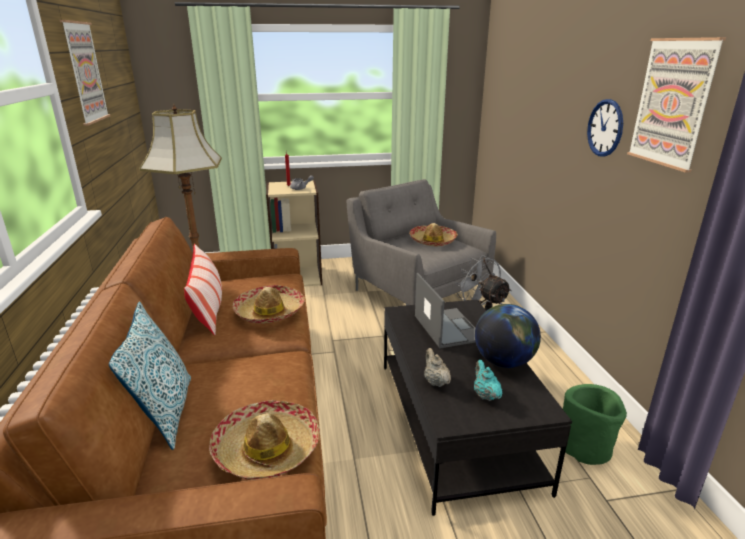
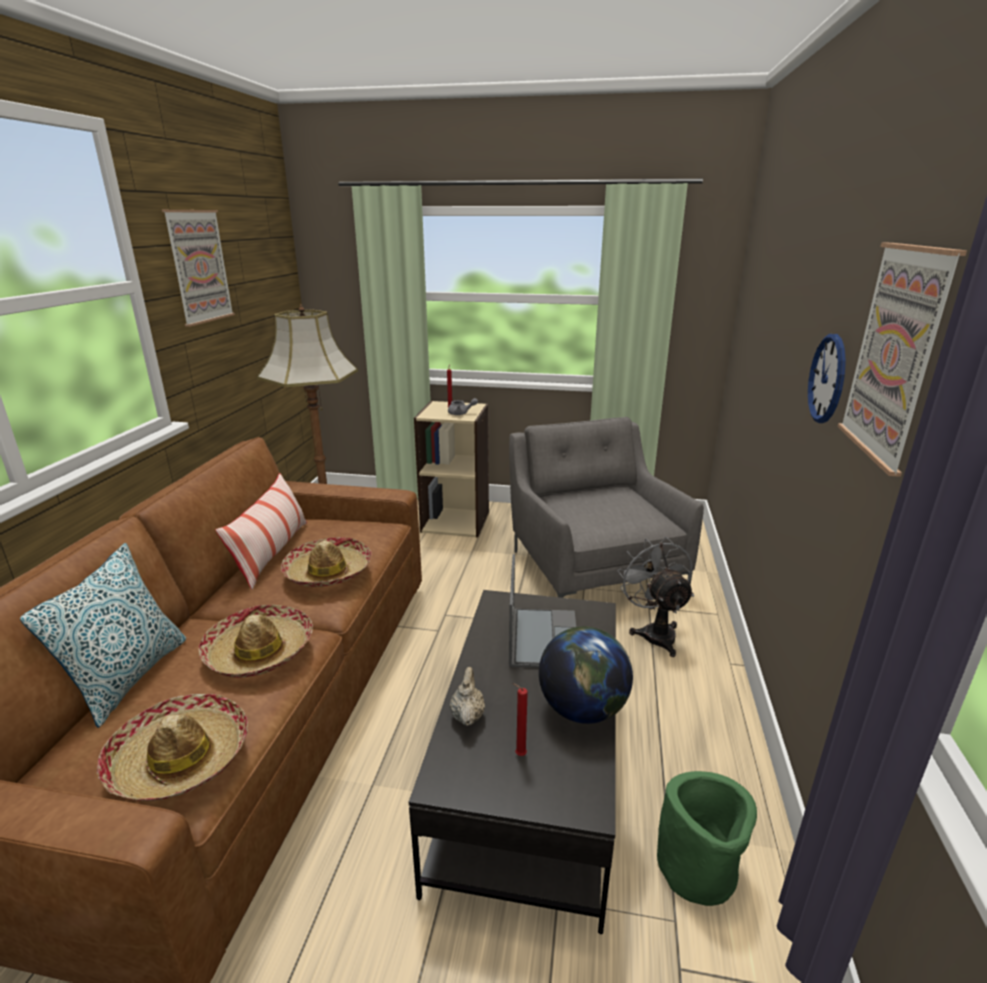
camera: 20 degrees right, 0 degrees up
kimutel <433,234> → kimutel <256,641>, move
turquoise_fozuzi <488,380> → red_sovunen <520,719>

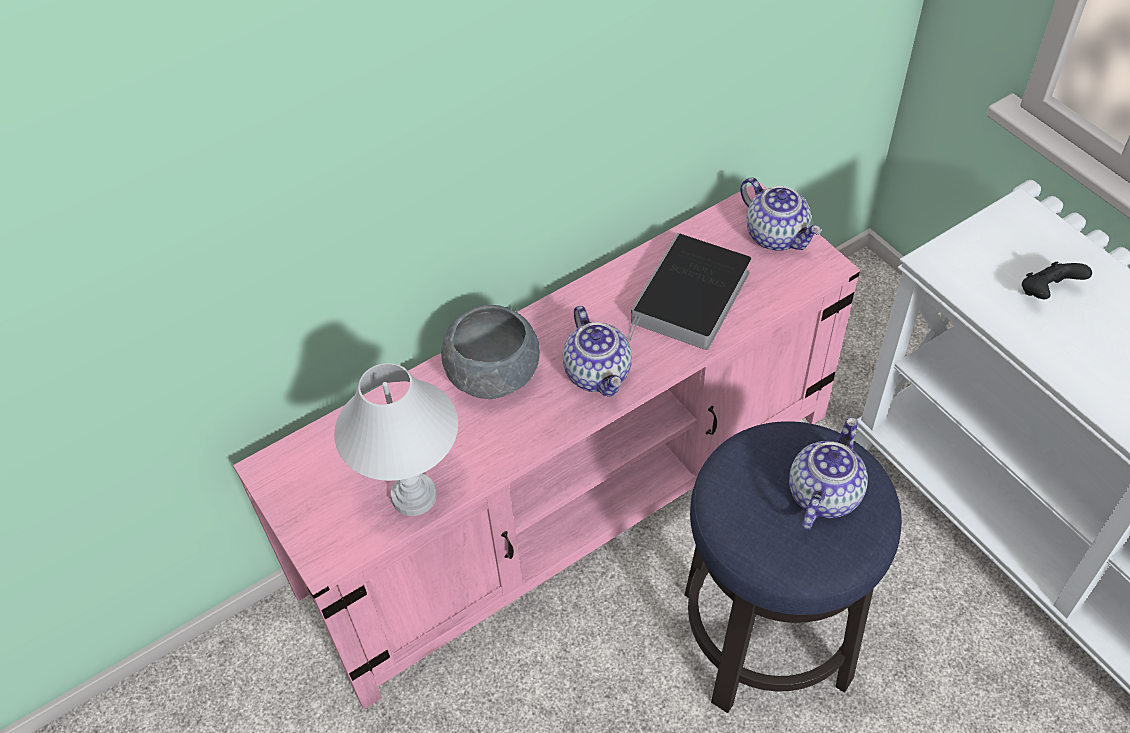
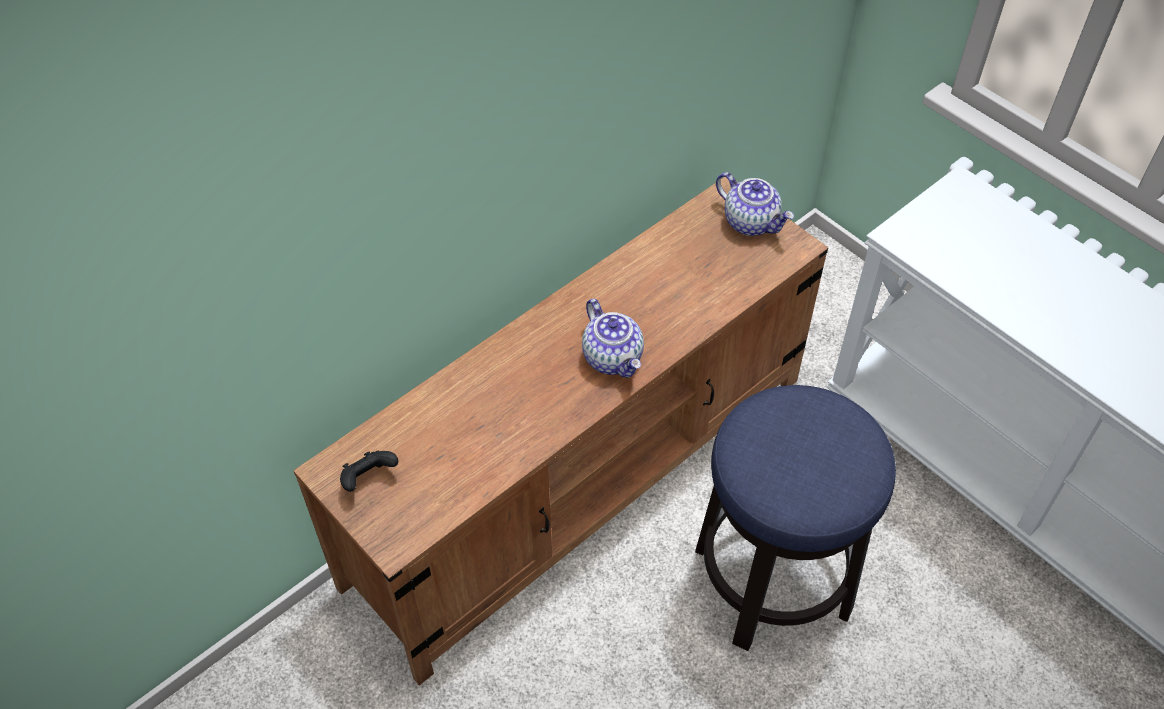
camera: 10 degrees left, 0 degrees up
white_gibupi <396,439> → -
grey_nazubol <490,352> → -
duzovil <689,291> → -
fozuzi <828,473> → -
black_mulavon <1057,280> → black_mulavon <369,471>, move
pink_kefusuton <546,445> → brown_kefusuton <561,431>

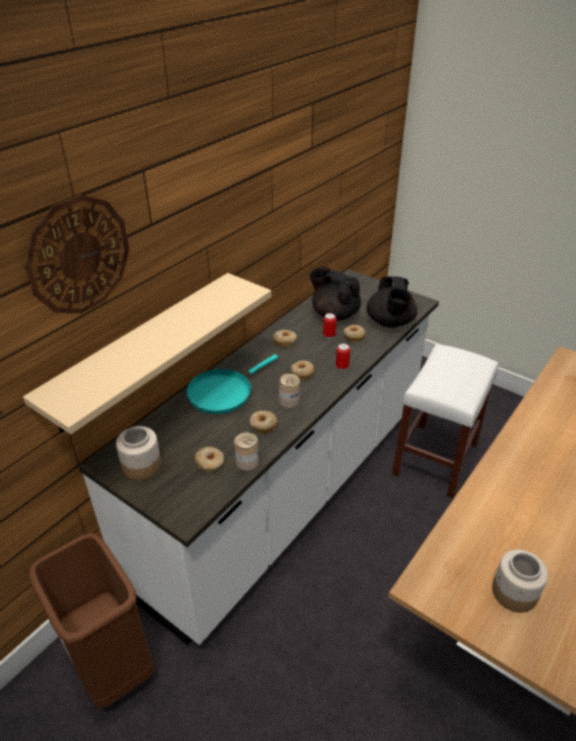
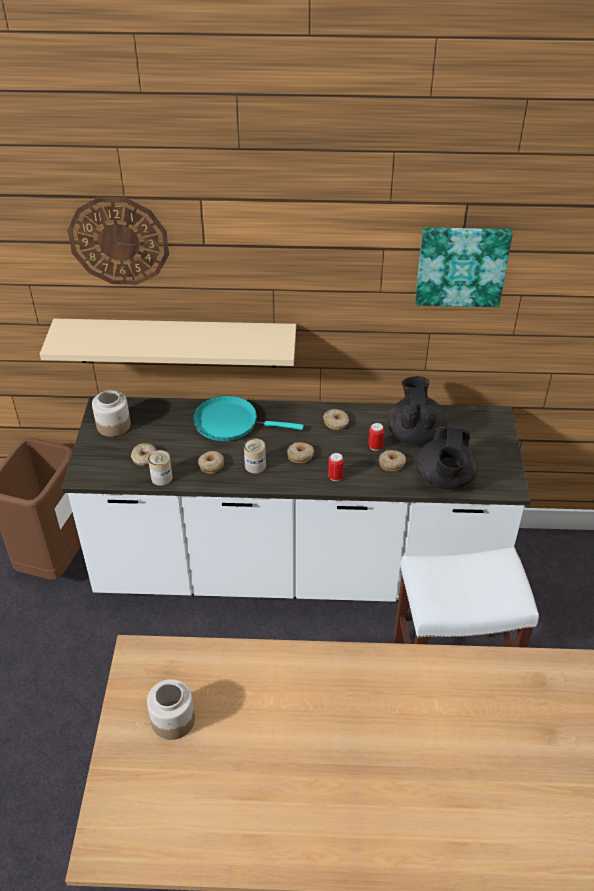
camera: 55 degrees right, 5 degrees up
- → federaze <464,267>
black_fozuzi <392,302> → black_fozuzi <446,457>, 45 degrees counterclockwise

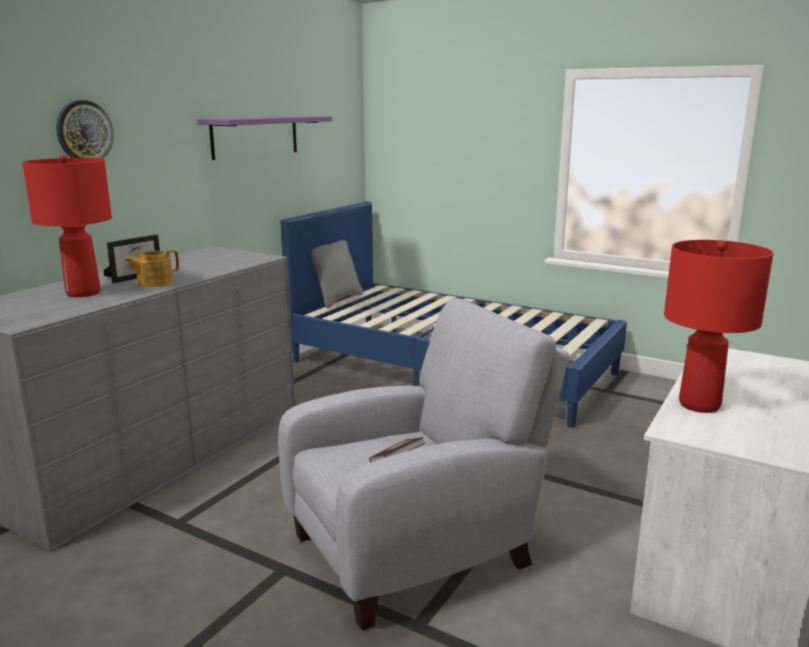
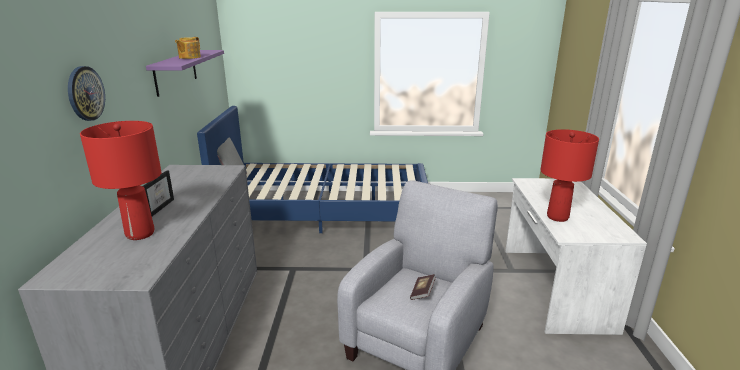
camera: 30 degrees left, 5 degrees up
fozuzi <151,268> → fozuzi <188,48>, move

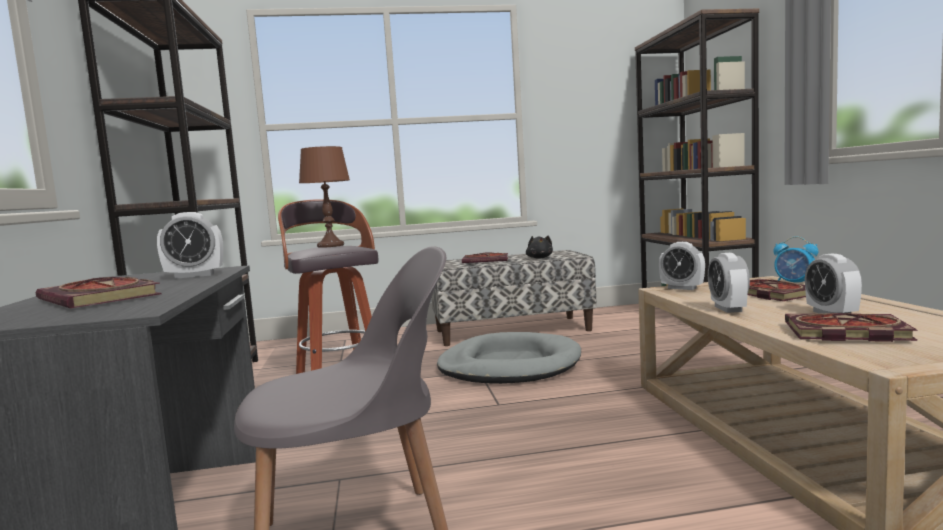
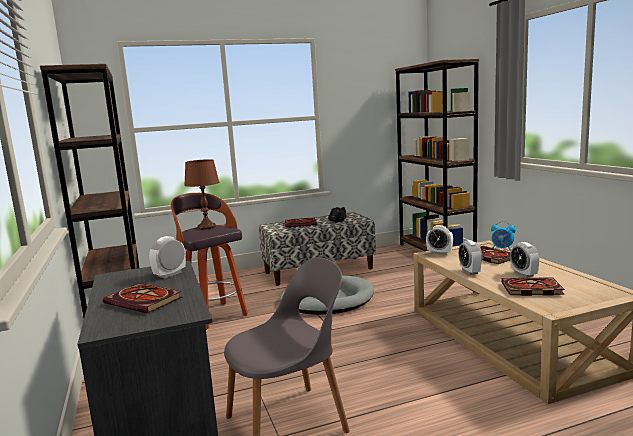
camera: 10 degrees left, 5 degrees up
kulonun <190,245> → kulonun <167,257>, 150 degrees clockwise

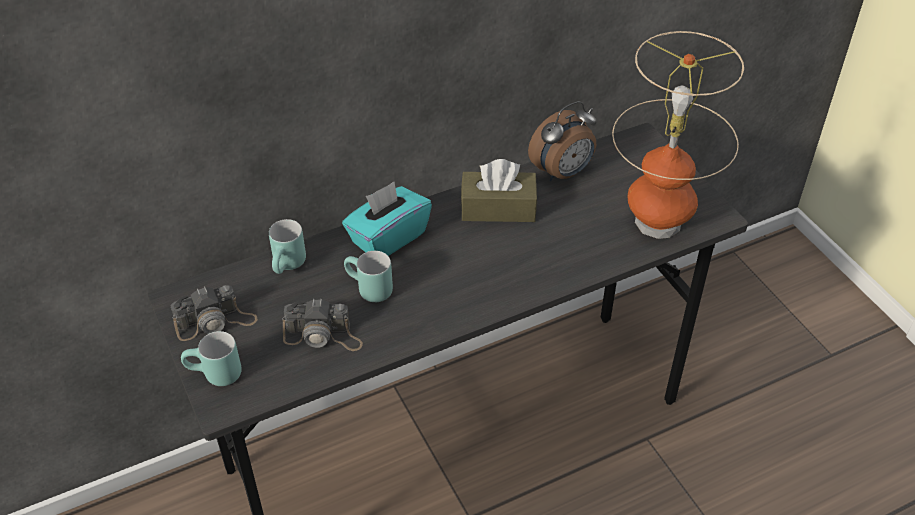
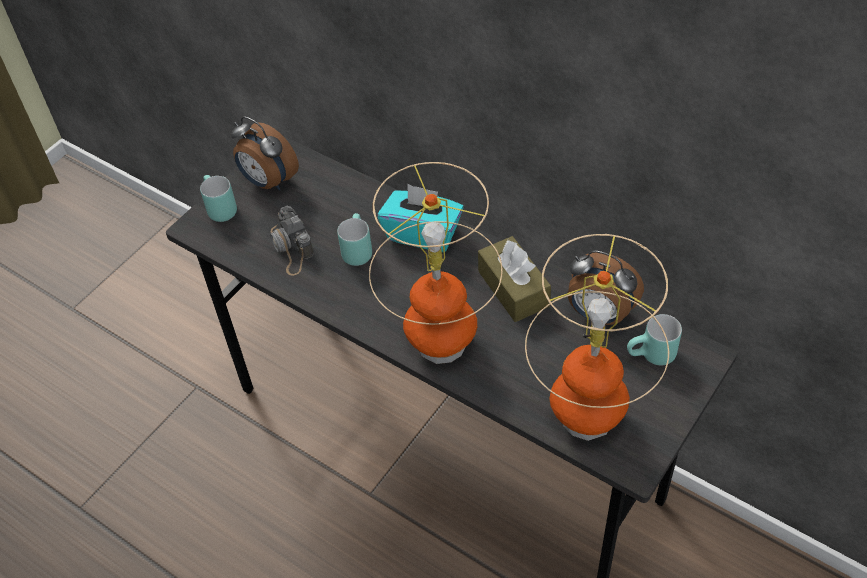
camera: 65 degrees right, 5 degrees up
- → gibupi <436,263>
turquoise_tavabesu <287,246> → turquoise_tavabesu <654,339>, move
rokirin <214,313> → kulonun <265,153>

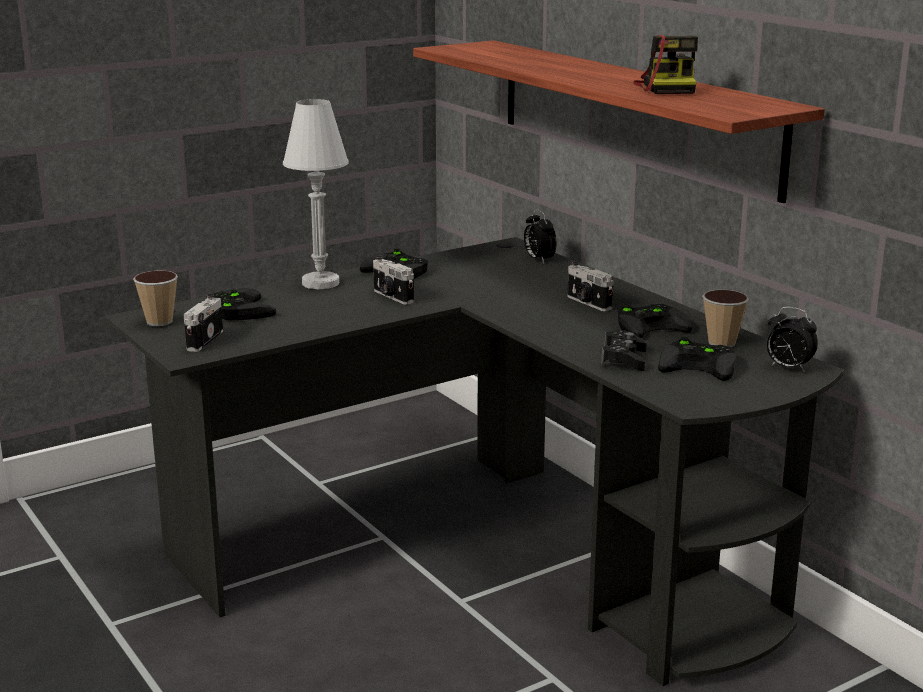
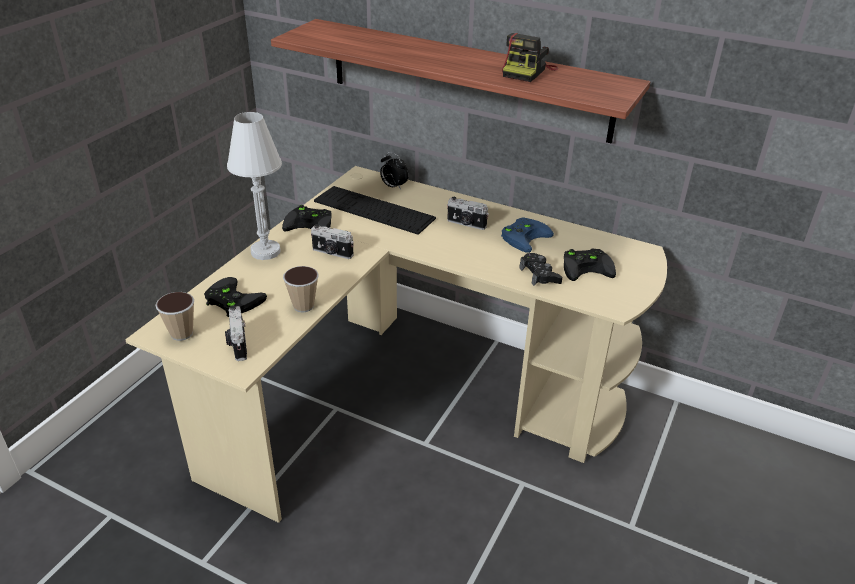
camera: 30 degrees left, 15 degrees up
kulonun <792,339> → -
- → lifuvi <375,210>
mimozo <726,318> → mimozo <301,289>, move
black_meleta <474,461> → beige_meleta <396,344>
black_mulavon <655,321> → blue_mulavon <527,235>
rokirin <665,64> → rokirin <530,57>, 60 degrees clockwise

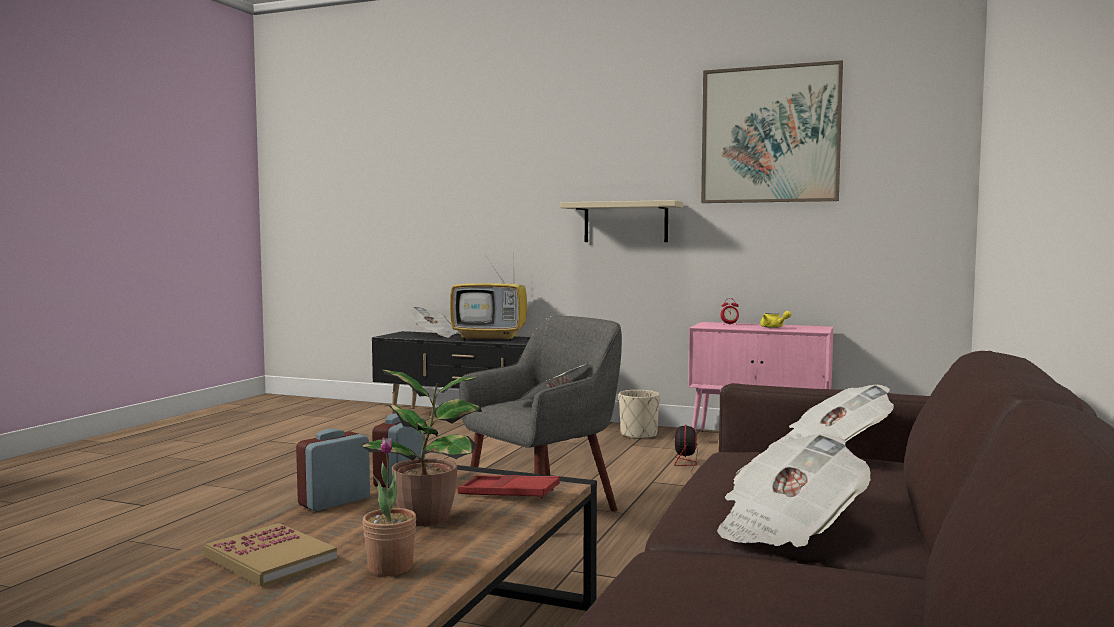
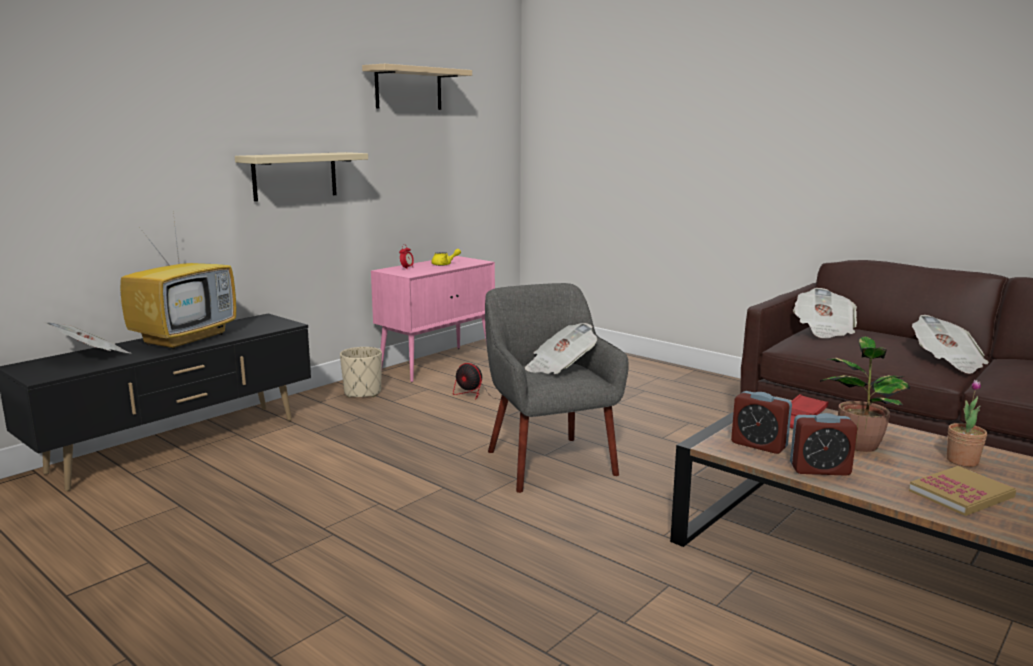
camera: 70 degrees left, 10 degrees up
federaze <772,131> → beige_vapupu <417,87>
kulonun <333,470> → kulonun <823,444>, 60 degrees counterclockwise

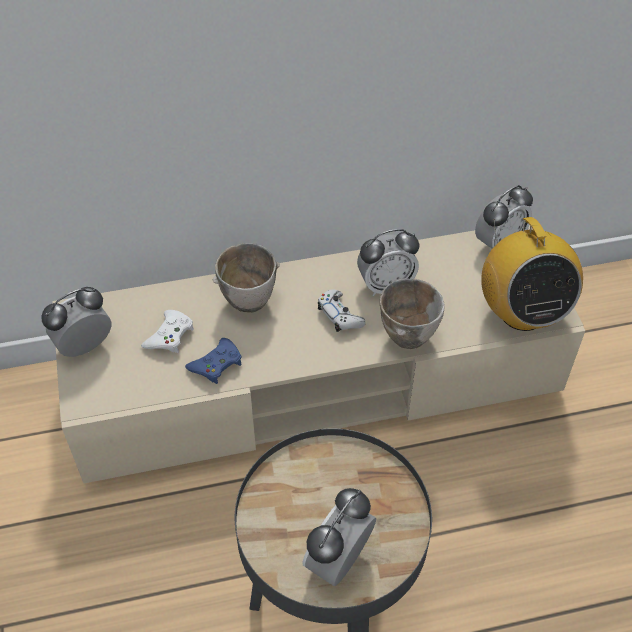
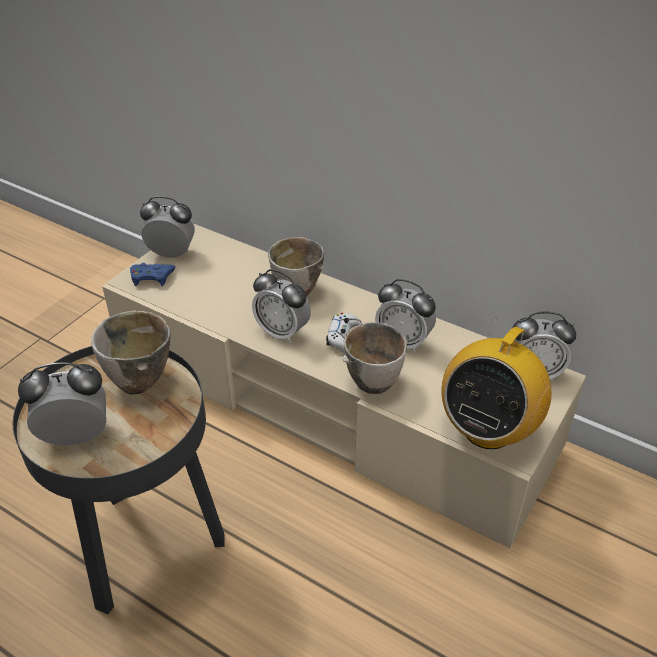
camera: 45 degrees right, 10 degrees down
white_mulavon <167,331> → -
- → nazubol <131,352>
- → kulonun <281,306>
blue_mulavon <213,361> → blue_mulavon <152,274>, move

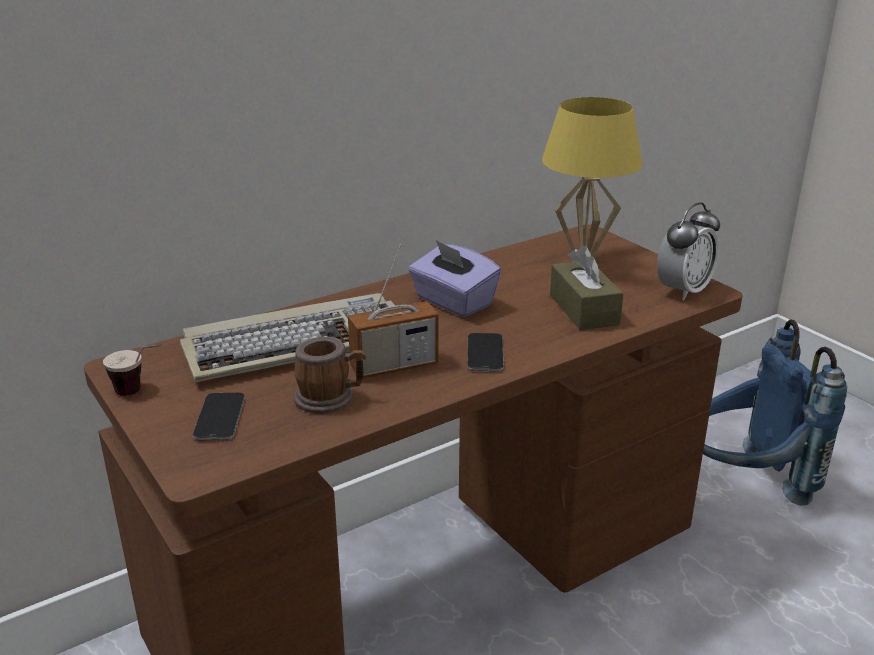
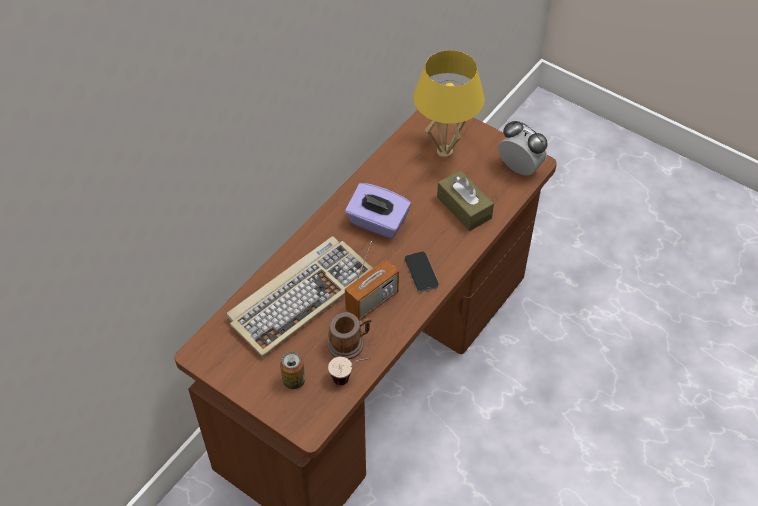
camera: 20 degrees left, 25 degrees up
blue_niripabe <775,412> → -
mimozo <132,370> → mimozo <350,371>, move
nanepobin <219,416> → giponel <292,370>
kulonun <688,251> → kulonun <523,148>, 75 degrees counterclockwise

